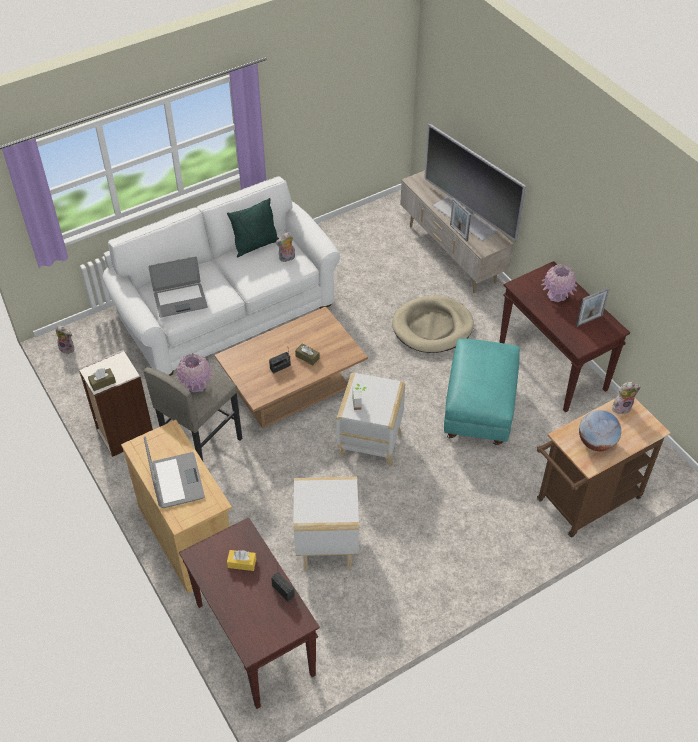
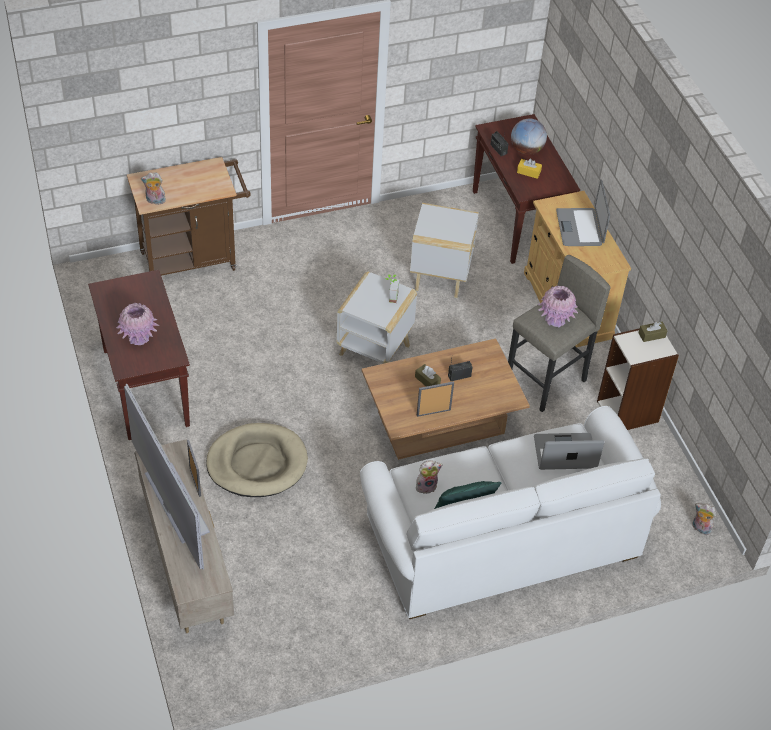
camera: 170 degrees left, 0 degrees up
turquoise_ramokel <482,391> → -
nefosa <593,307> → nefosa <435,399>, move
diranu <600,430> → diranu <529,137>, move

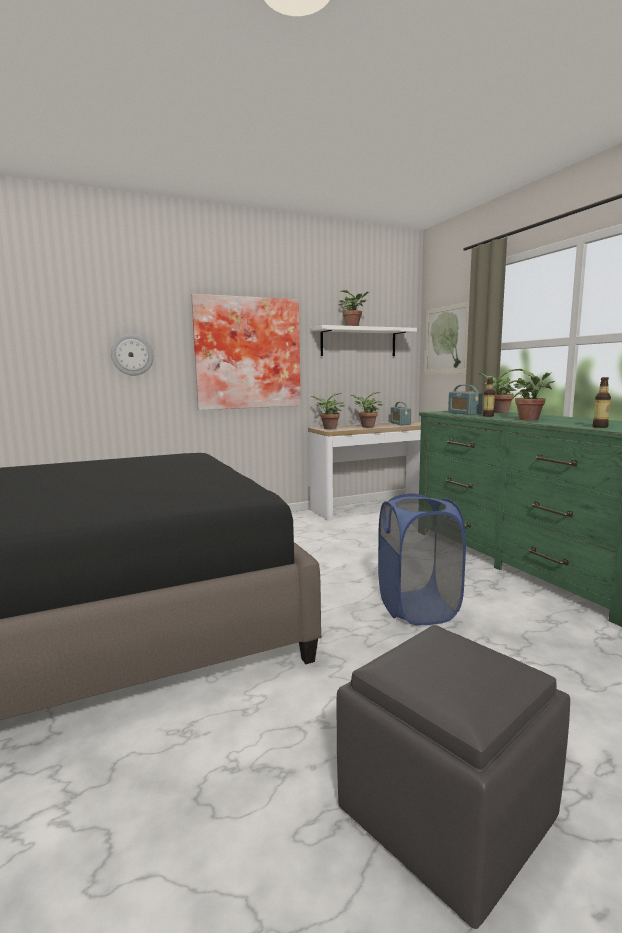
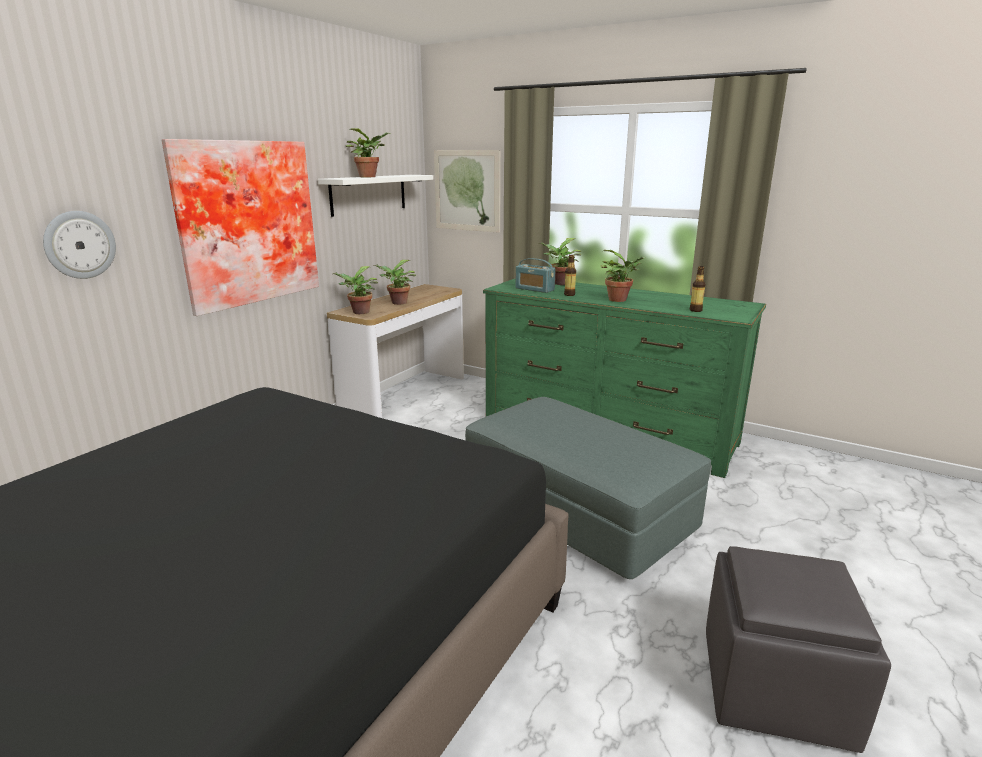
camera: 35 degrees left, 10 degrees up
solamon <401,413> → -
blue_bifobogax <422,559> → grey_ramokel <588,488>

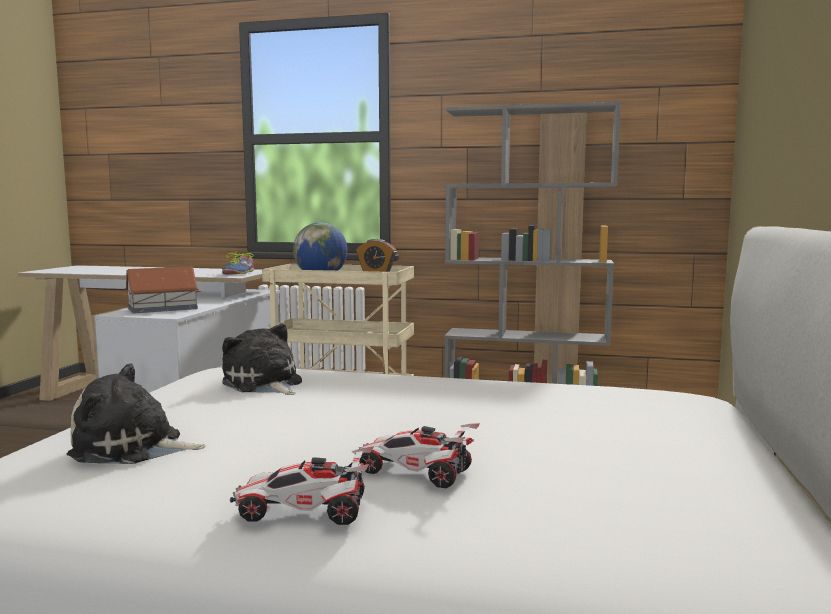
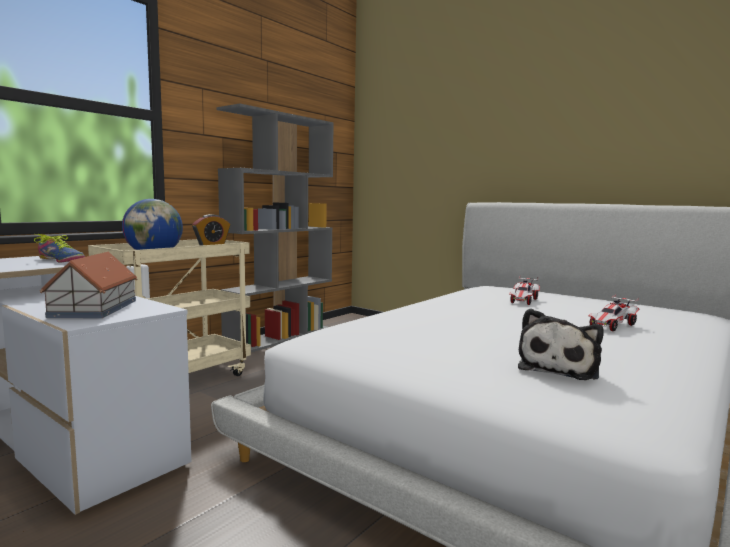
camera: 65 degrees left, 0 degrees up
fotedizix <262,359> → -
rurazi <302,485> → rurazi <524,290>, move

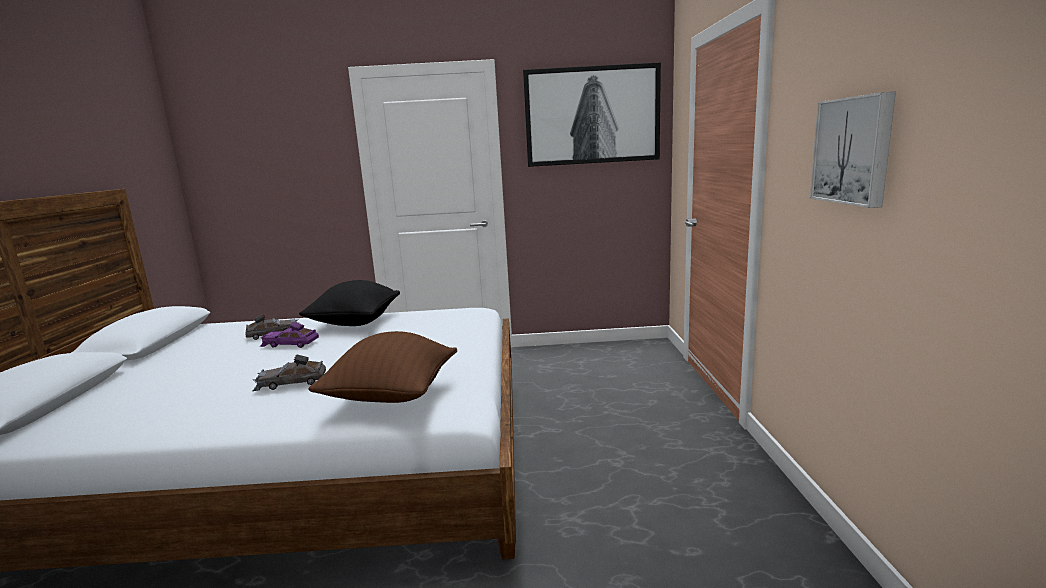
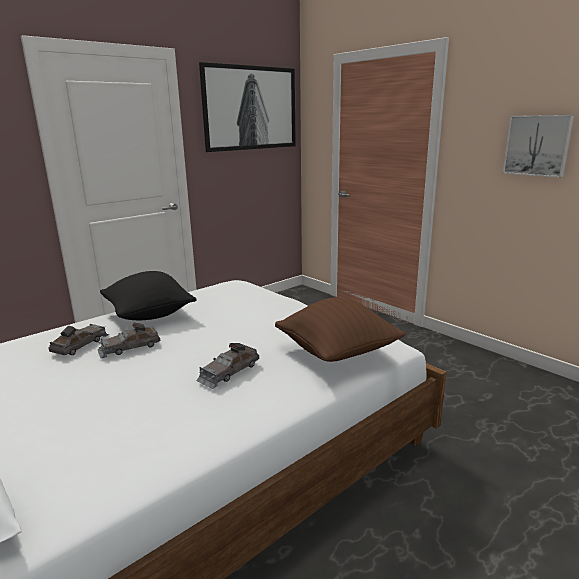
camera: 40 degrees left, 5 degrees up
purple_rurazi <289,335> → grey_rurazi <129,340>

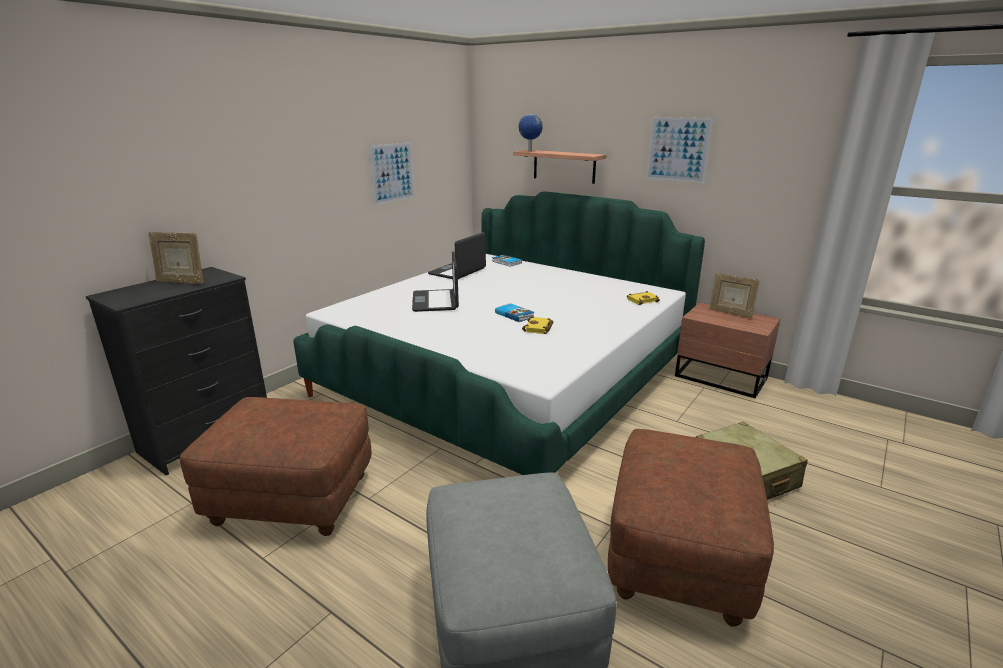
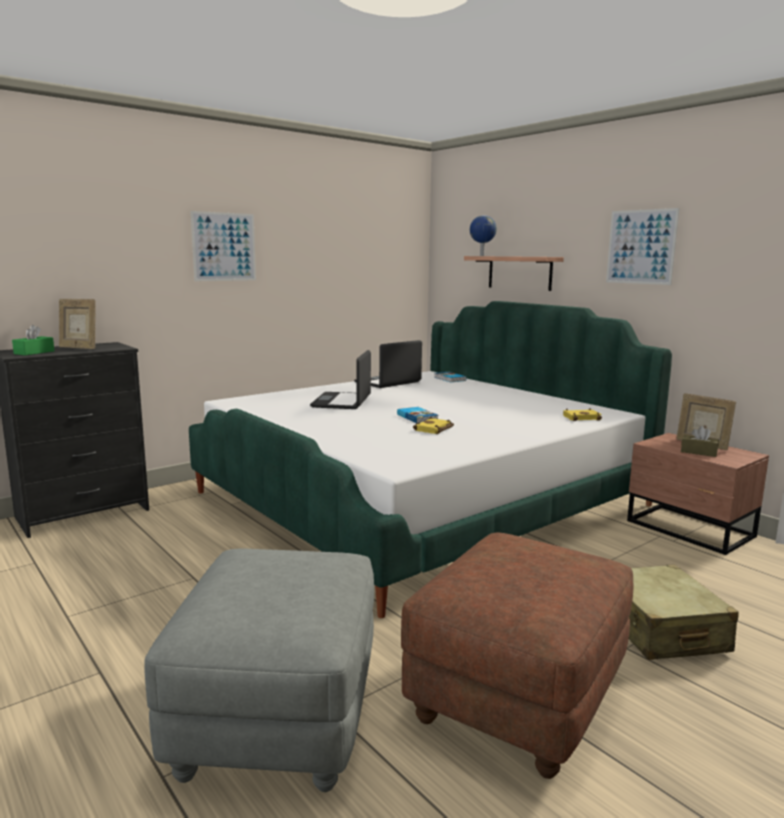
camera: 15 degrees right, 10 degrees down
brown_ramokel <276,466> → -
- → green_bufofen <33,340>
- → brown_bufofen <700,441>
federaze <392,173> → federaze <223,246>, move

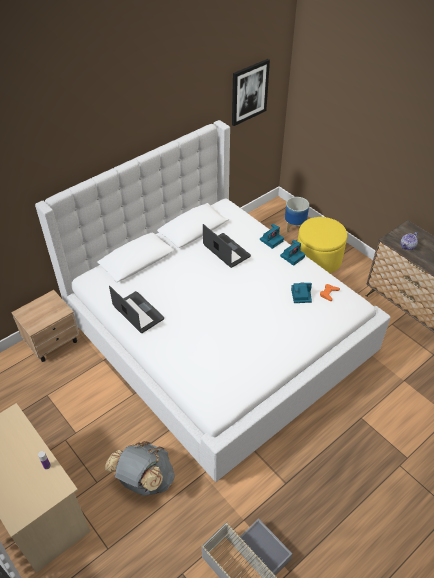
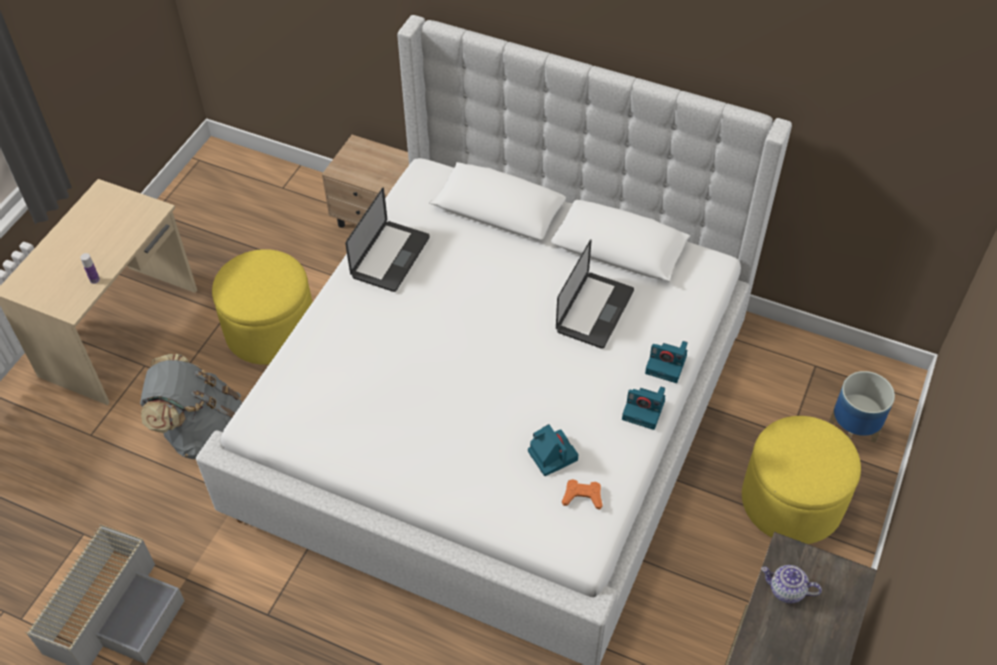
camera: 65 degrees right, 5 degrees up
federaze <251,92> → -
- → yellow_ramokel <262,307>

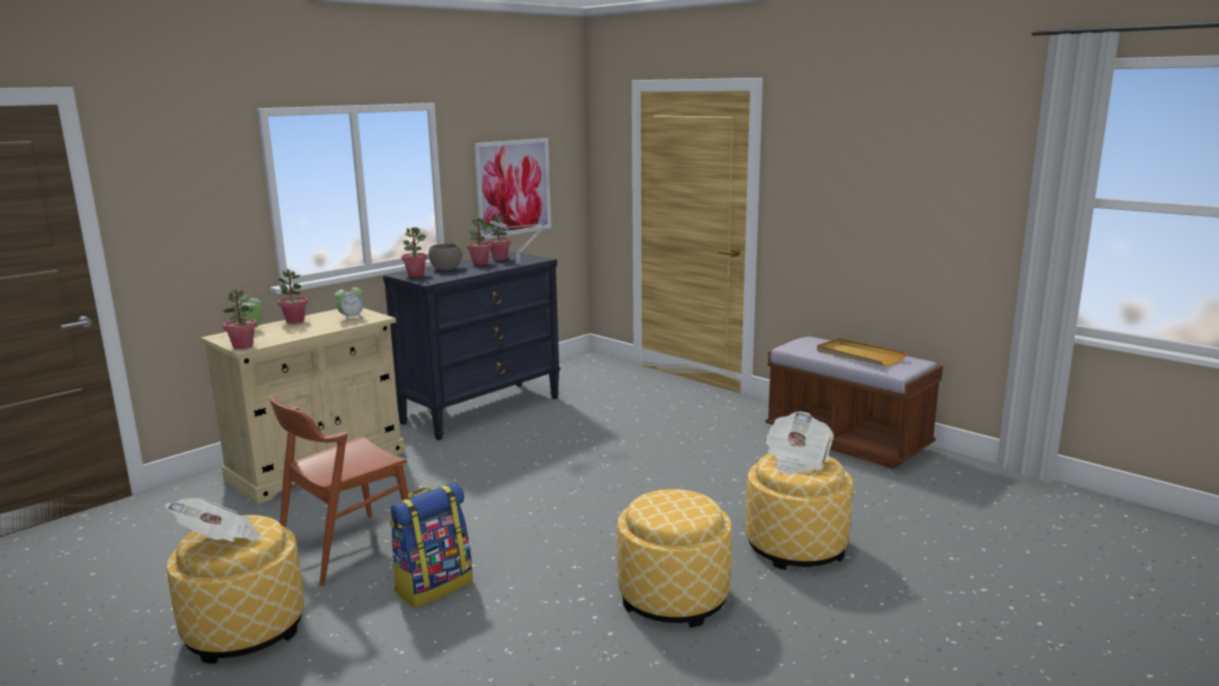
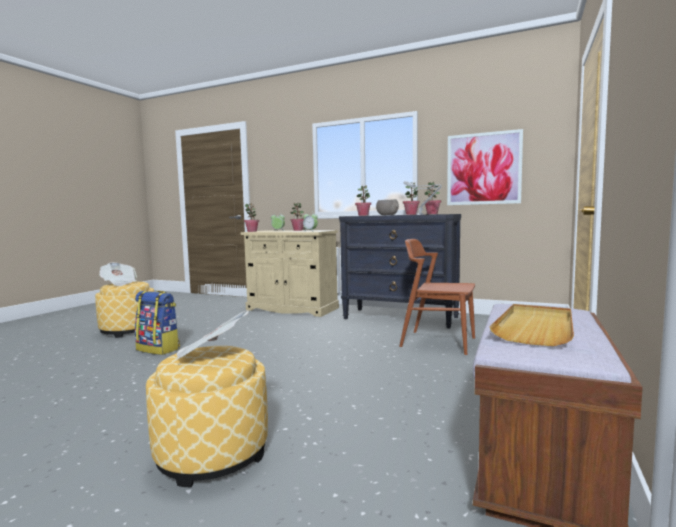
camera: 70 degrees right, 10 degrees down
ramokel <674,558> → -
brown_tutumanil <338,491> → brown_tutumanil <437,297>, move

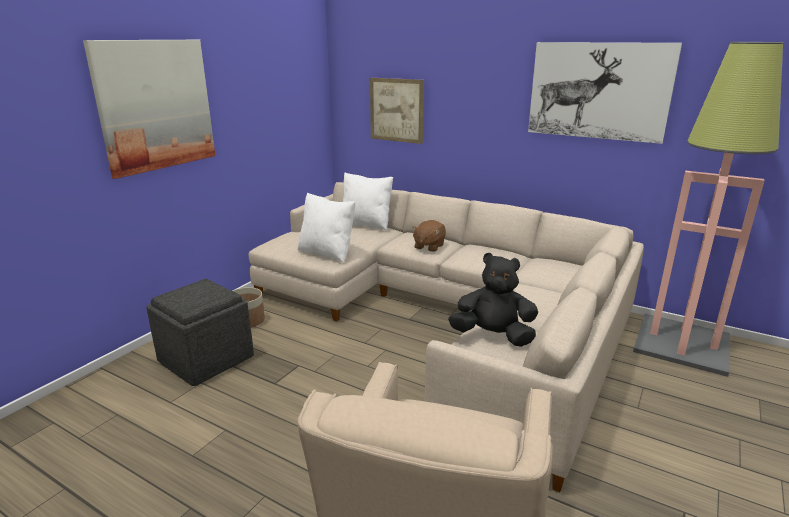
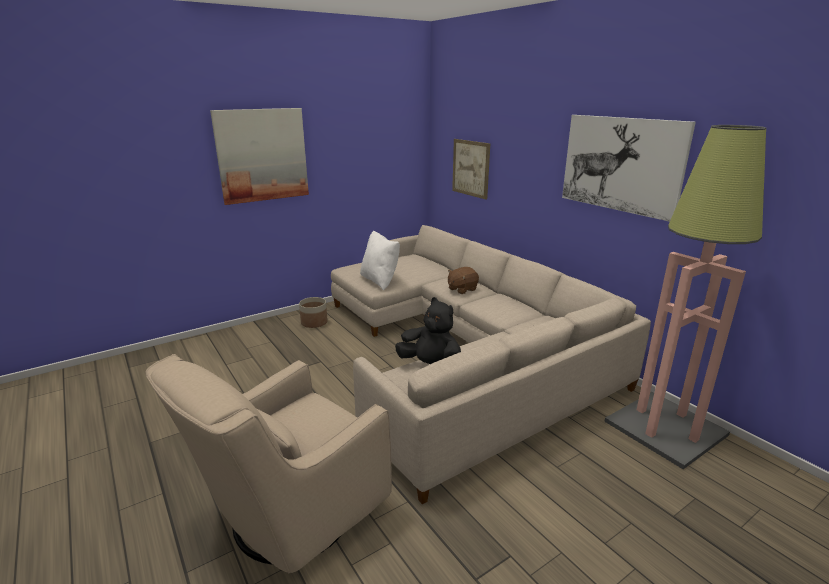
camera: 25 degrees right, 0 degrees up
grey_ramokel <200,332> → -
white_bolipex <368,201> → -

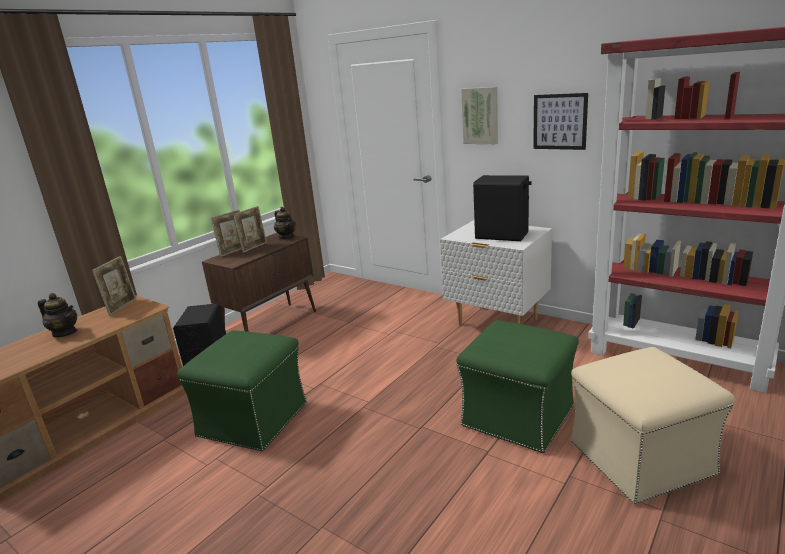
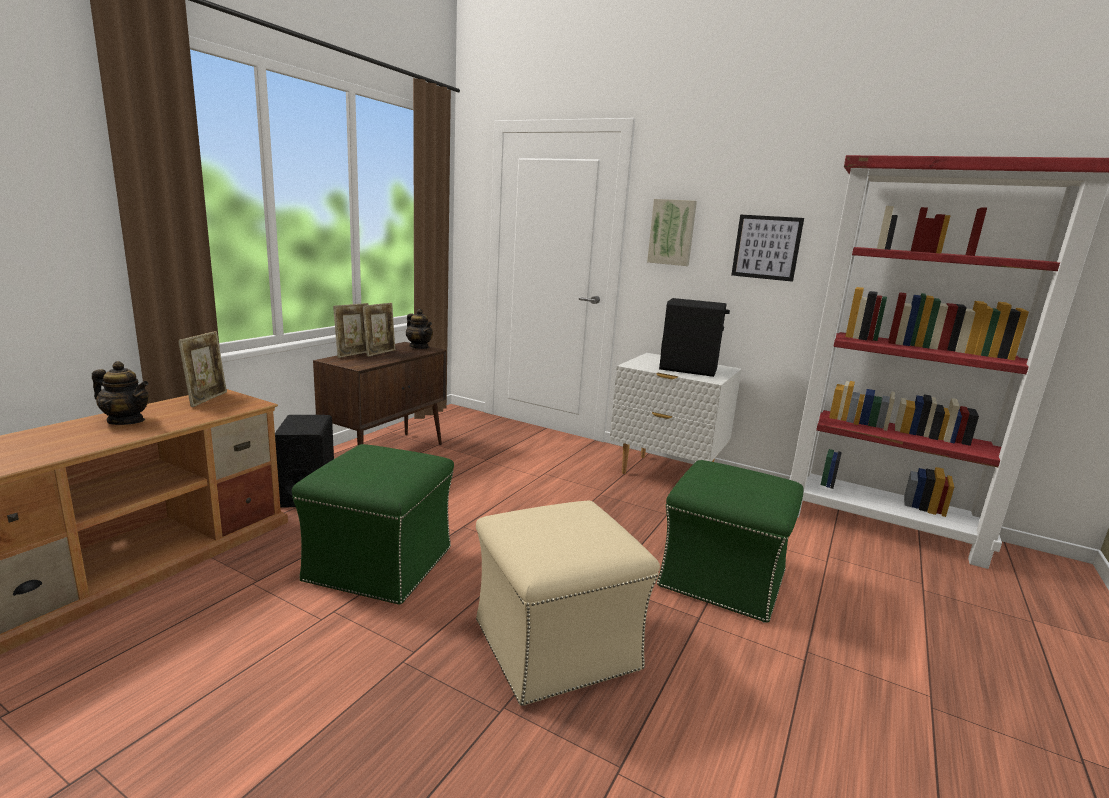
camera: 10 degrees left, 5 degrees down
beige_ramokel <653,425> → beige_ramokel <568,603>, move

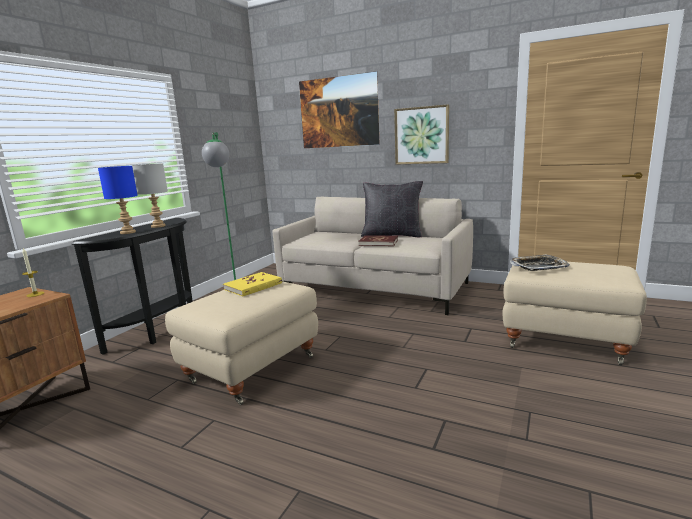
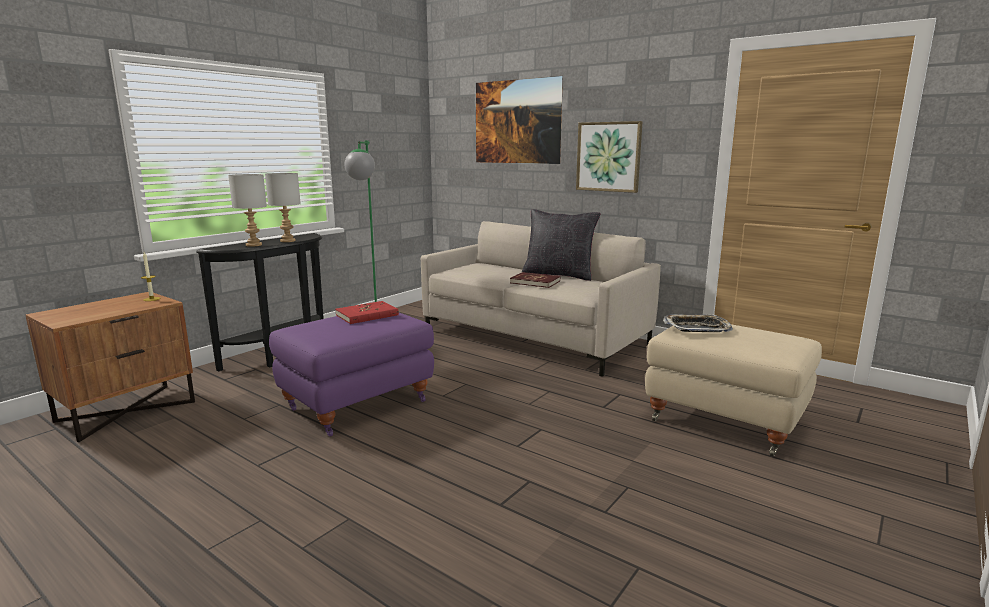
camera: 10 degrees right, 0 degrees up
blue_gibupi <118,200> → grey_gibupi <247,210>
beige_ramokel <241,343> → purple_ramokel <351,375>
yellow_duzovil <252,284> → red_duzovil <367,312>

